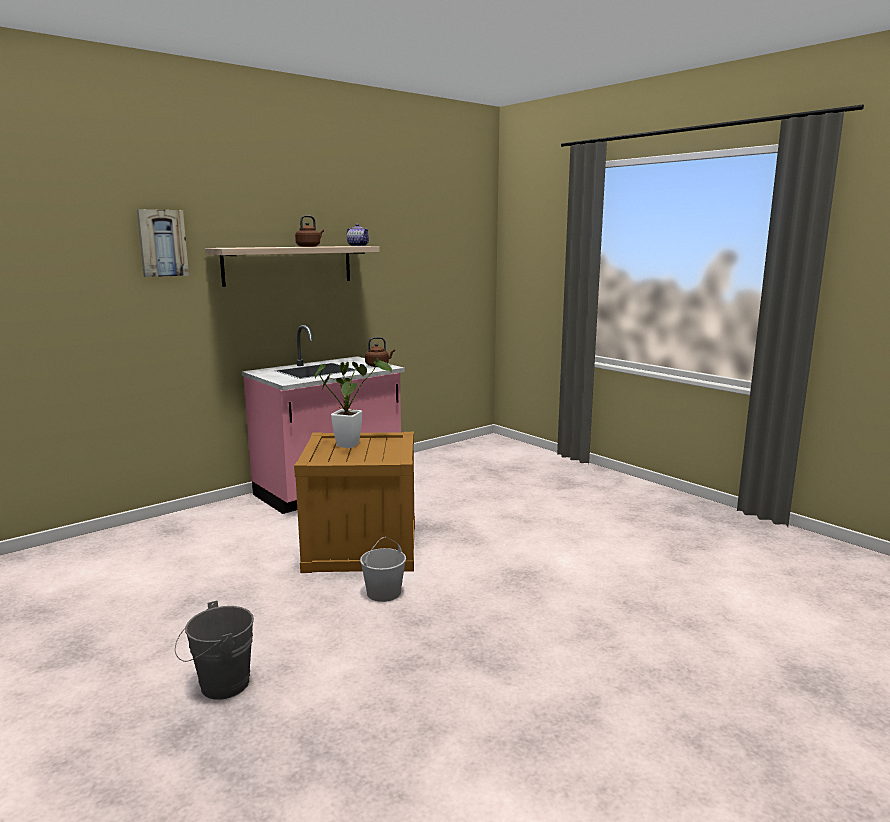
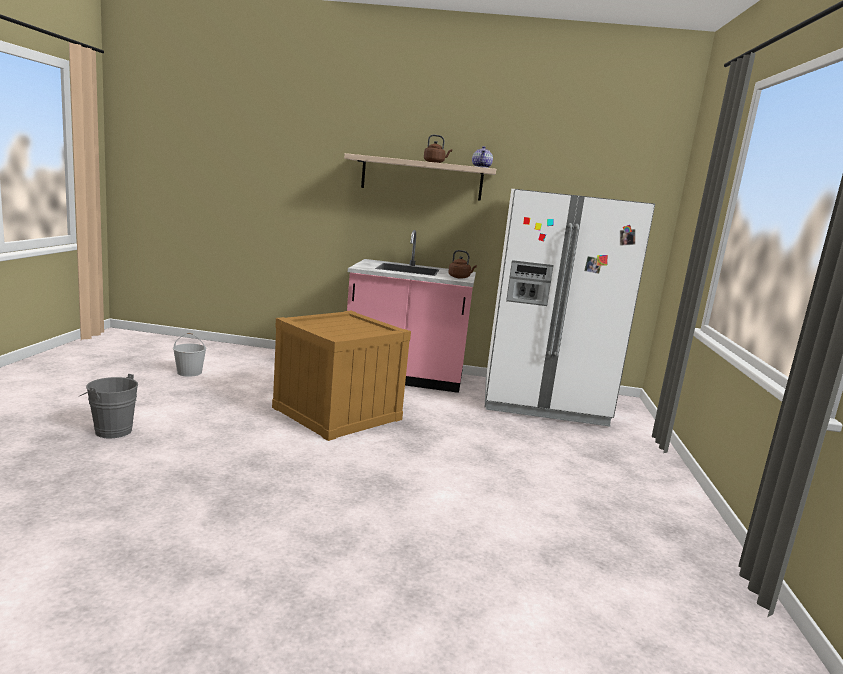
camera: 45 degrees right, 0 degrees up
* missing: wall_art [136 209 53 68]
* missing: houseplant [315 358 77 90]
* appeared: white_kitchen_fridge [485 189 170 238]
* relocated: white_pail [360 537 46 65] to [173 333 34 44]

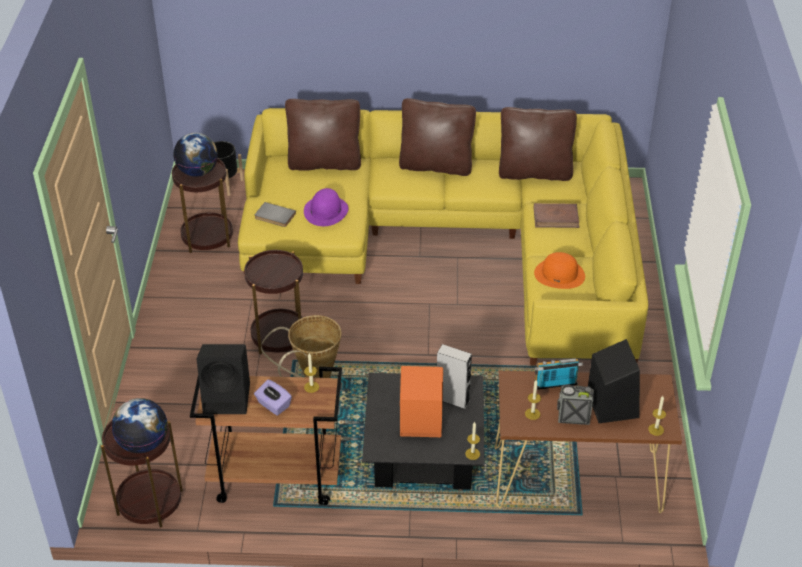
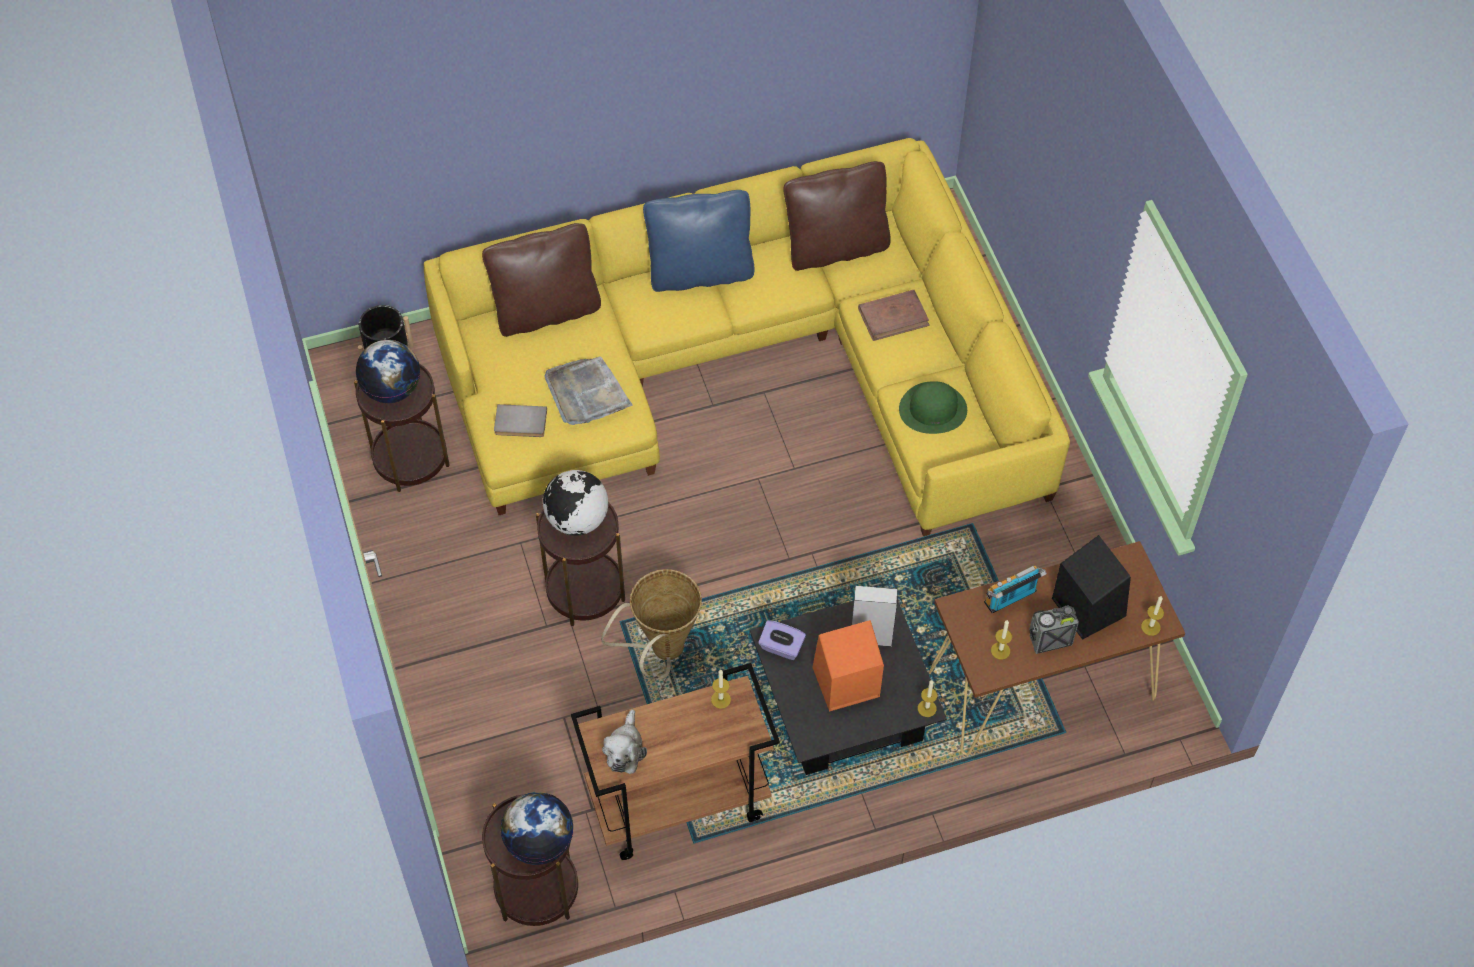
camera: 20 degrees left, 15 degrees up
* appeared: desk_globe [543 470 65 66]
* relocated: purple-coloured_tissue_holder [254 379 38 37] to [758 620 48 40]
* exchanged: blackish_audio_speaker [196 344 54 70] to cuddly_toy [602 709 45 65]
* exchanged: purple-coloured_wearable_hat [304 188 44 38] to gray_tray [544 356 89 69]
* colour: brownish_cushion [399 98 77 78] to bluish_cushion [643 190 111 102]
* colour: orange-coloured_wearable_hat [534 252 51 37] to green_wearable_hat [899 382 68 52]

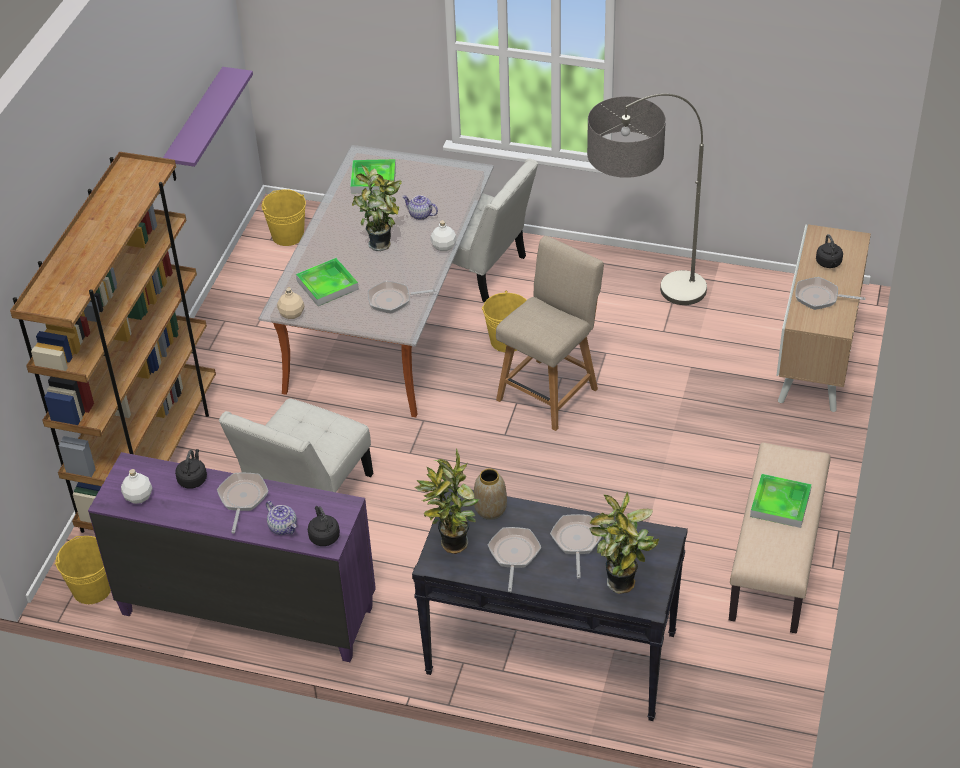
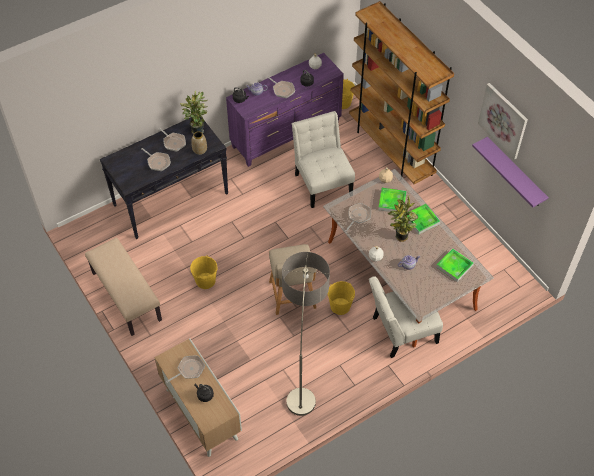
camera: 130 degrees right, 10 degrees up
* missing: houseplant [589 492 70 102]
* appeared: wall_art [478 83 50 77]
* relocated: yellow_pail [262 189 44 57] to [190 255 28 34]
* relocated: tray [750 474 62 54] to [407 204 33 31]

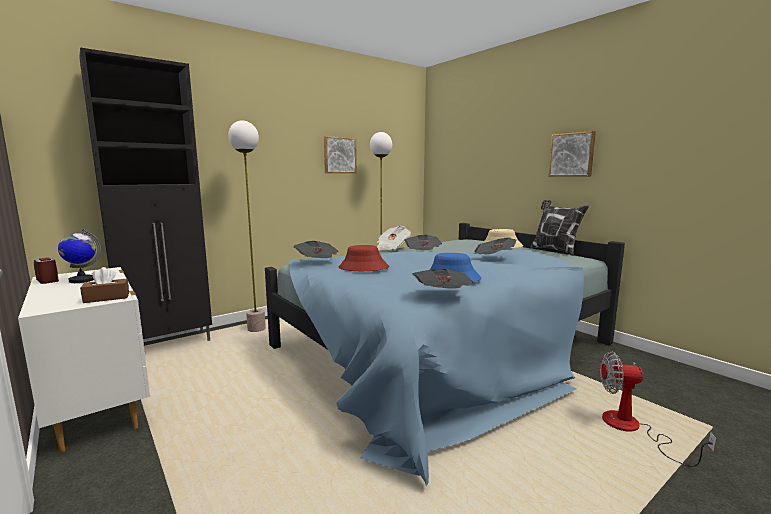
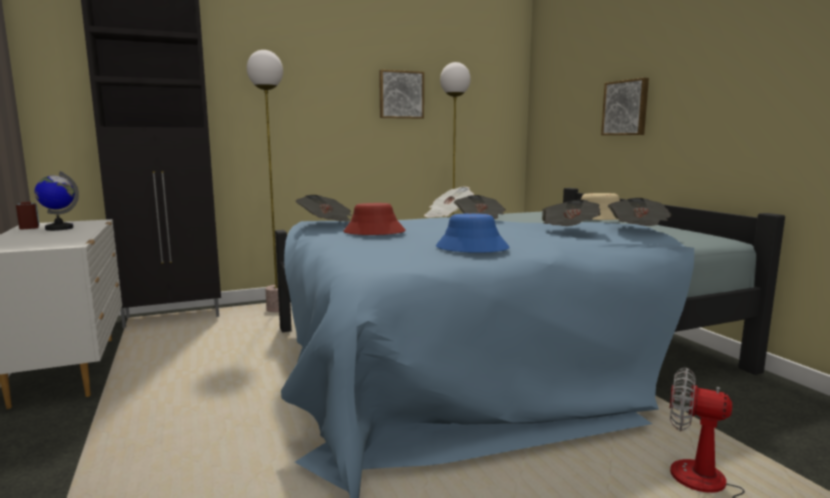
camera: 15 degrees right, 0 degrees up
* missing: brownish_tissue_holder [80 267 49 36]
* missing: cushion [531 200 58 56]
* relocated: printed_paper [412 269 61 20] to [608 198 64 28]
* relocated: wall_art [549 131 47 46] to [601 78 48 57]

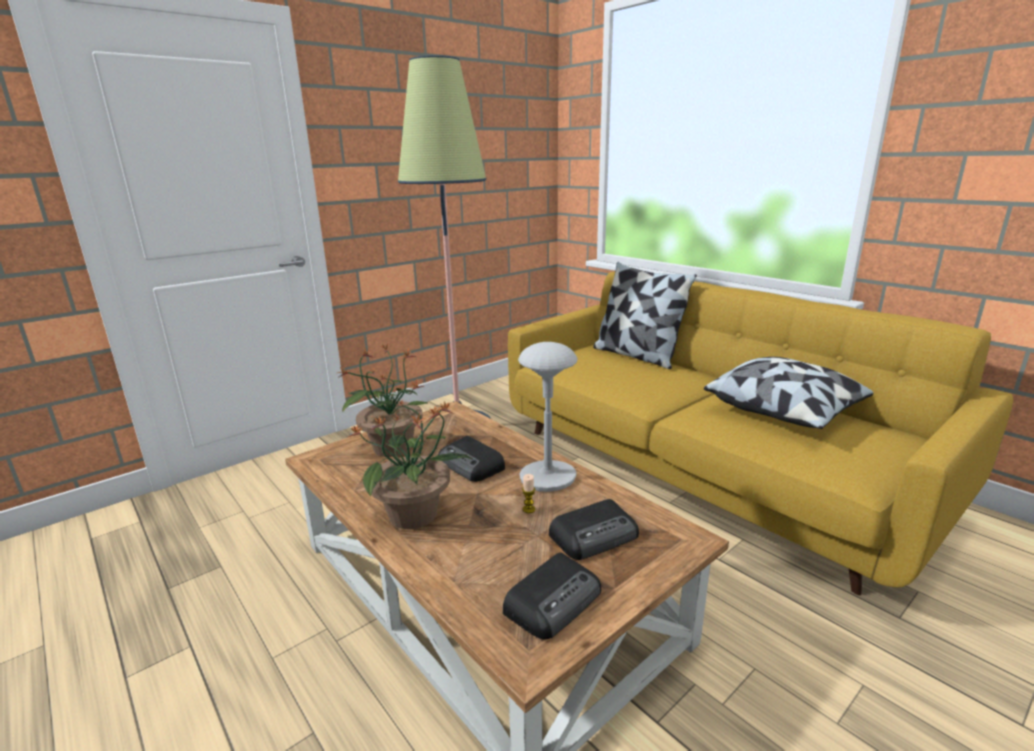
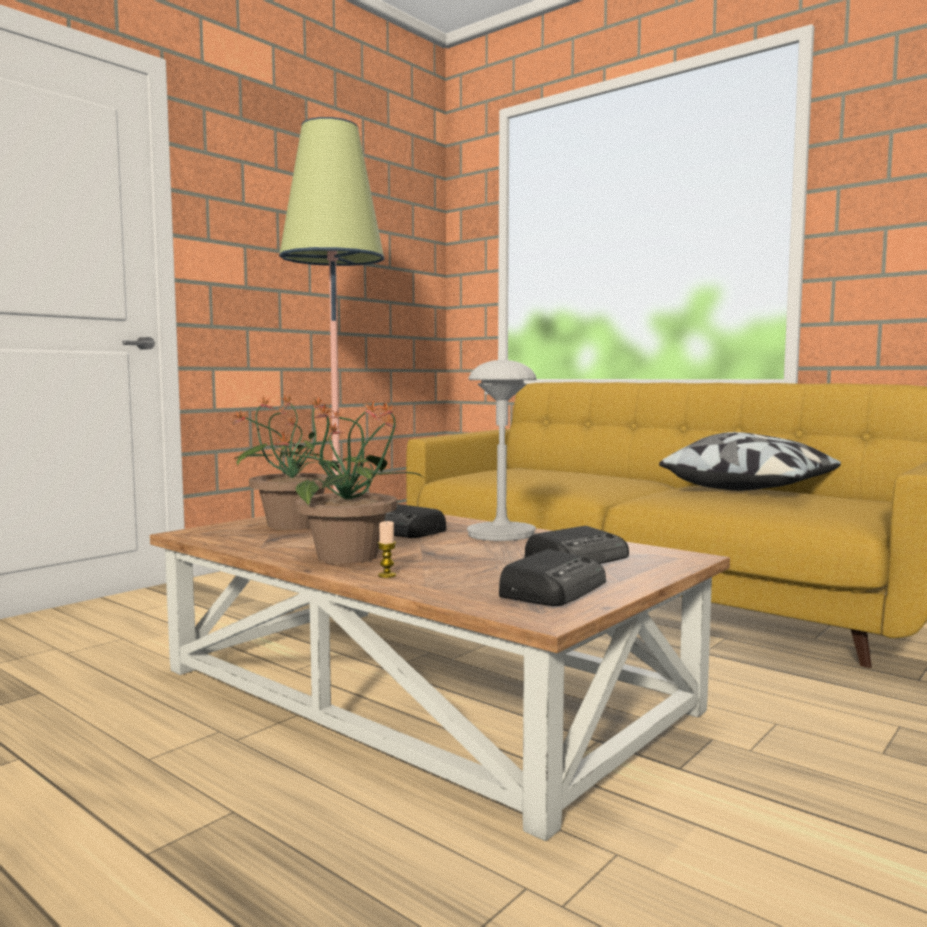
camera: 10 degrees left, 15 degrees down
* missing: cushion [593 262 104 107]
* relocated: candle [522 474 13 39] to [378 521 18 57]

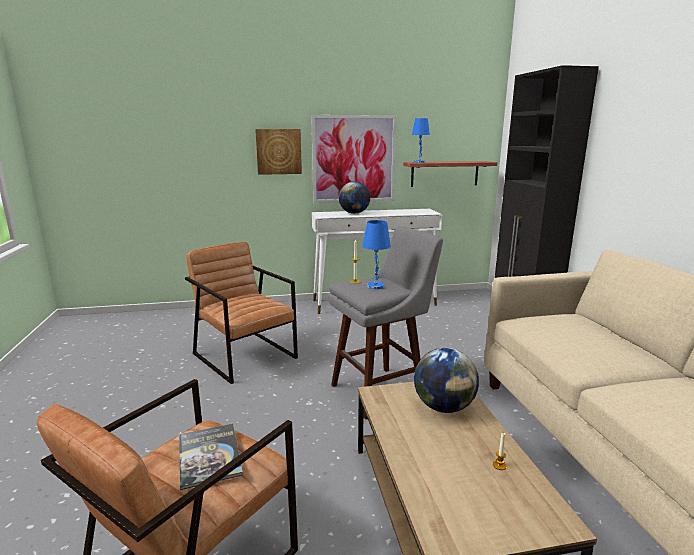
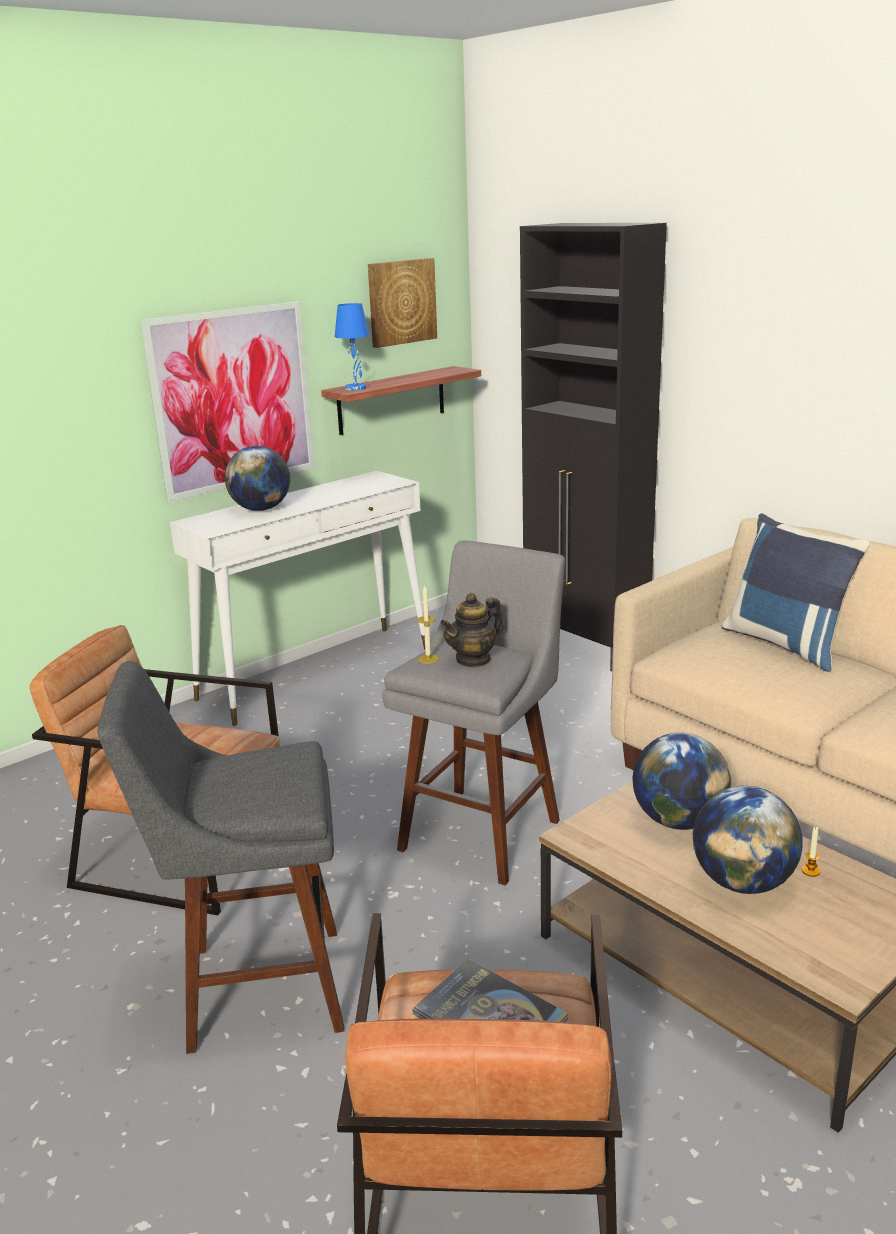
camera: 30 degrees left, 5 degrees up
* appeared: gray_sitting_stool [98 661 246 393]
* appeared: desk_globe [693 786 110 108]
* appeared: bluish_cushion [722 513 148 159]
* relocated: wall_art [255 129 47 46] to [368 258 69 90]
* exchanged: bluish_tabletop_lamp [362 220 29 69] to teapot [440 593 63 75]

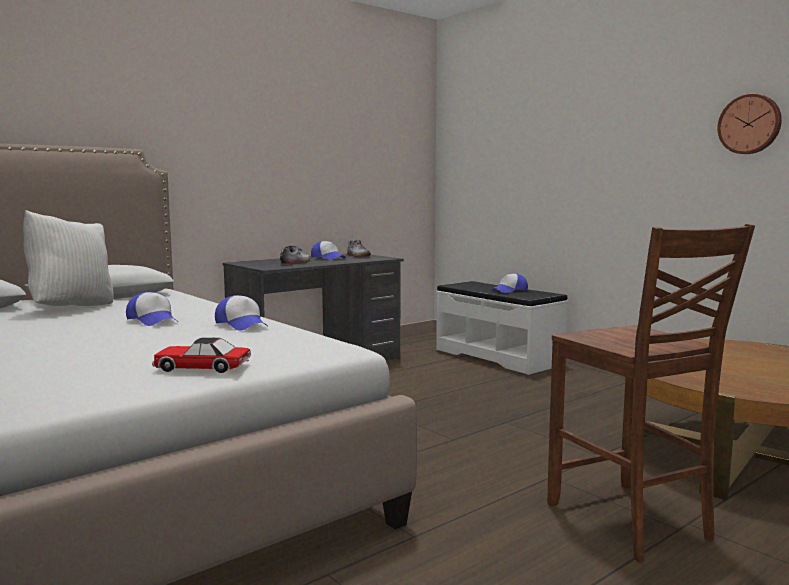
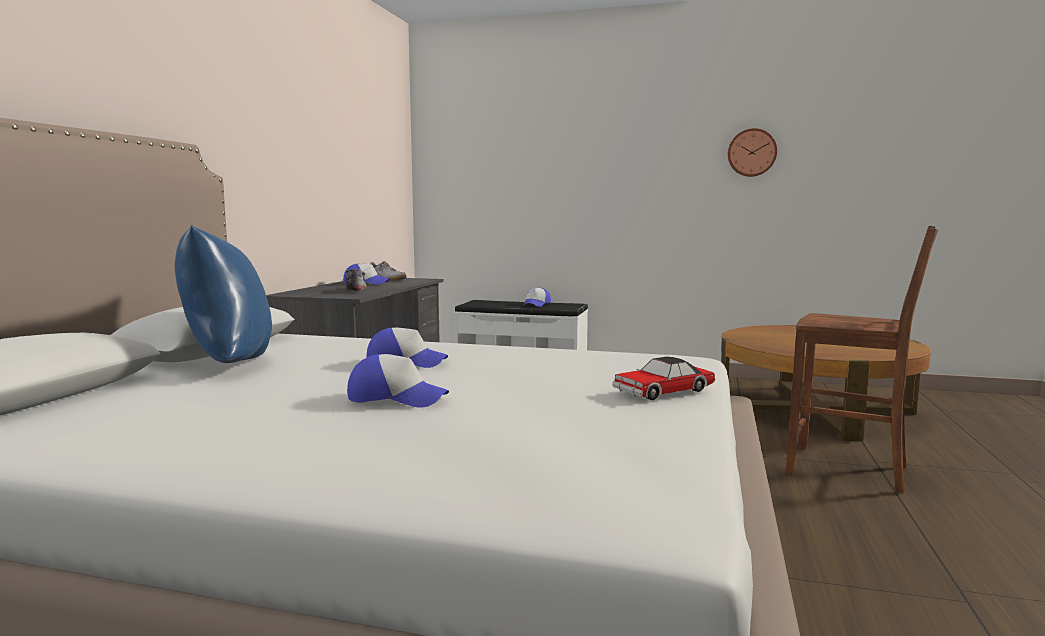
camera: 35 degrees left, 0 degrees up
* relocated: peaked_cap [215 295 53 36] to [347 354 102 54]
* colour: white_cushion [23 210 90 96] to bluish_cushion [175 225 97 138]

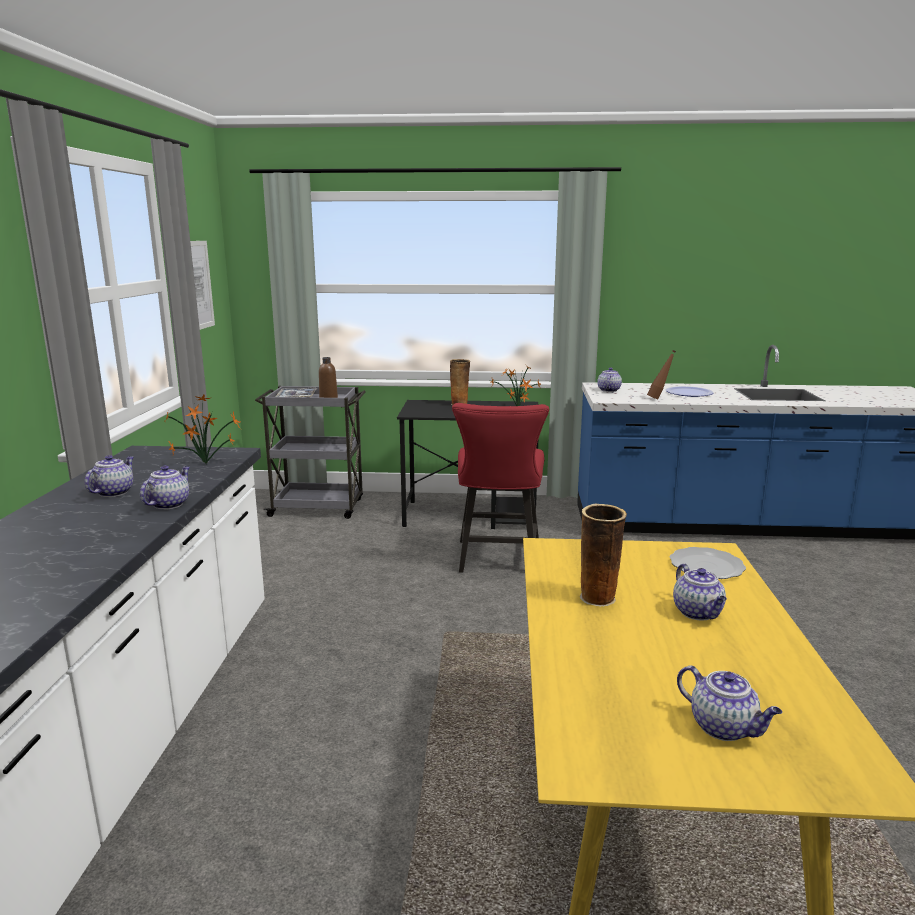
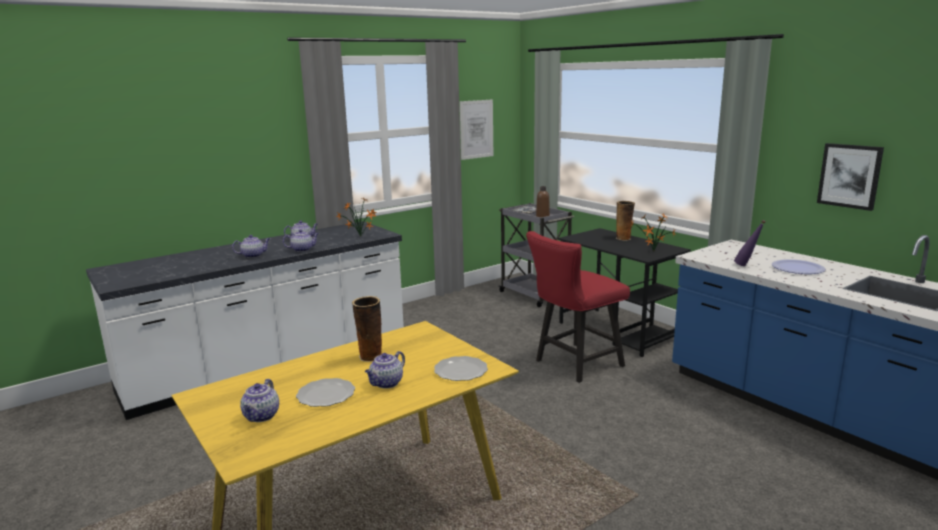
camera: 50 degrees right, 0 degrees up
* appeared: dinner_plate [296 378 59 29]
* appeared: wall_art [817 143 67 68]
* relocated: teapot [597 367 25 25] to [232 235 38 23]
* colour: brownish_beverage_bottle [647 350 29 49] to purple-coloured_beverage_bottle [734 220 32 46]

